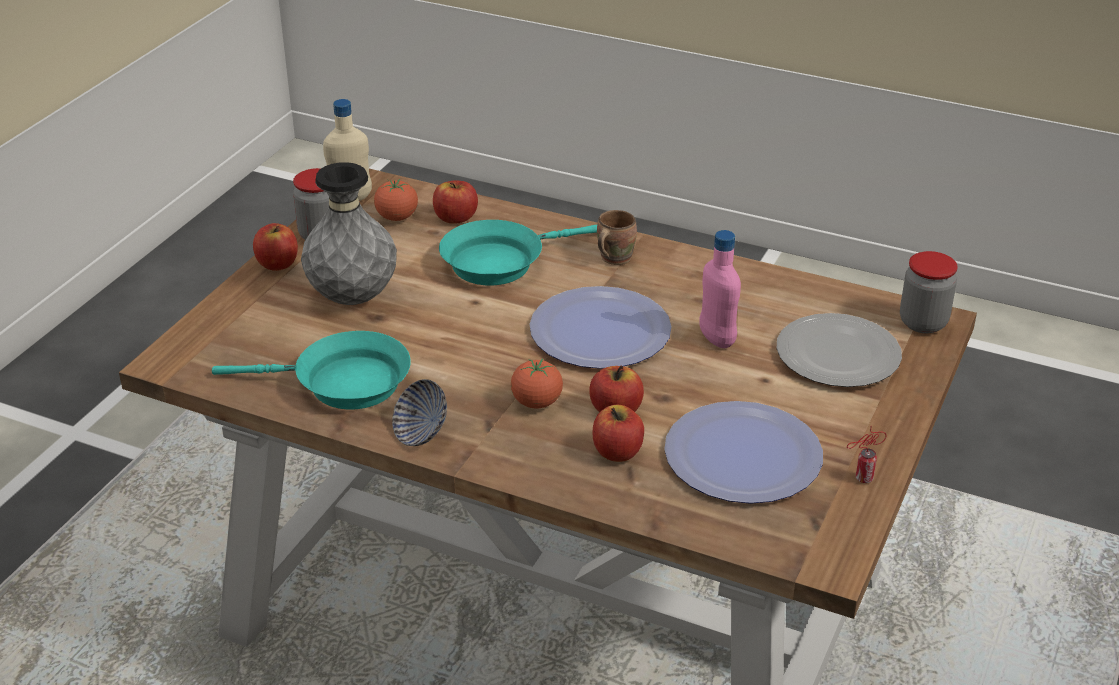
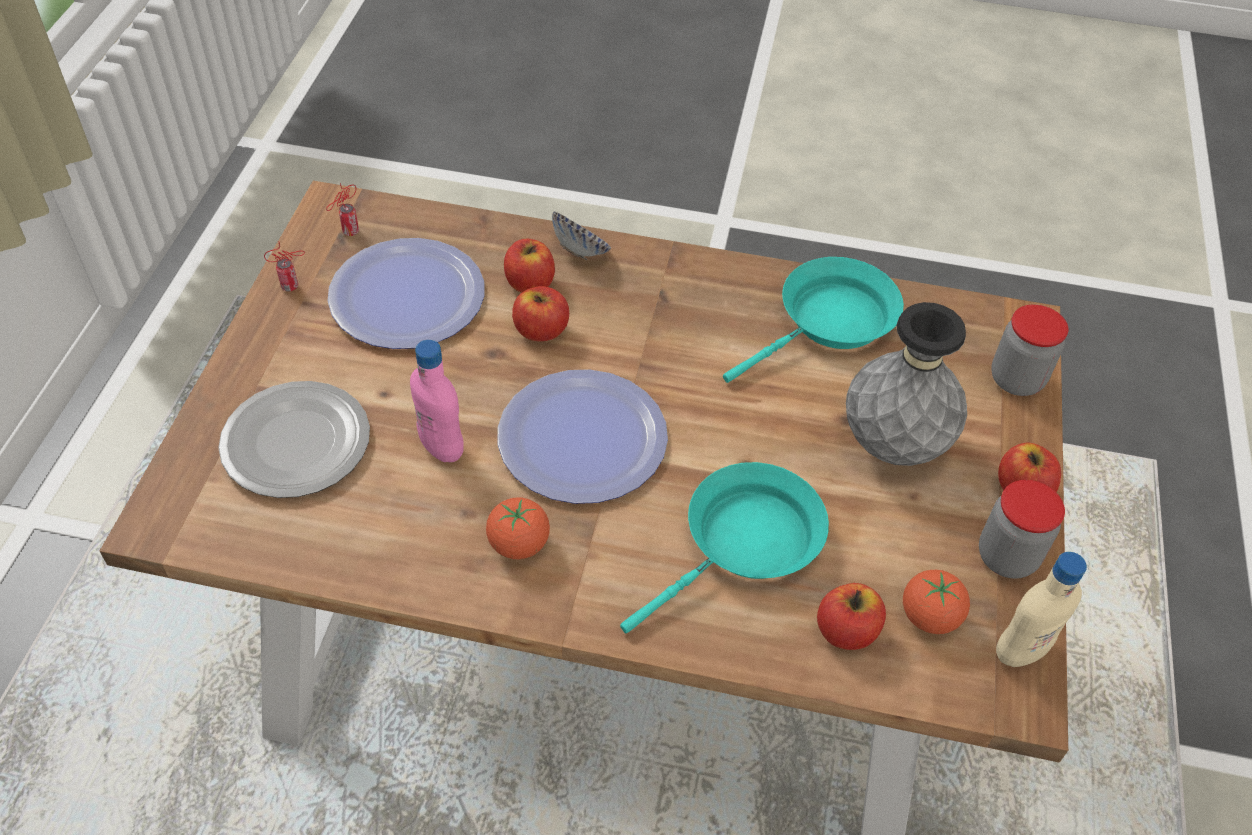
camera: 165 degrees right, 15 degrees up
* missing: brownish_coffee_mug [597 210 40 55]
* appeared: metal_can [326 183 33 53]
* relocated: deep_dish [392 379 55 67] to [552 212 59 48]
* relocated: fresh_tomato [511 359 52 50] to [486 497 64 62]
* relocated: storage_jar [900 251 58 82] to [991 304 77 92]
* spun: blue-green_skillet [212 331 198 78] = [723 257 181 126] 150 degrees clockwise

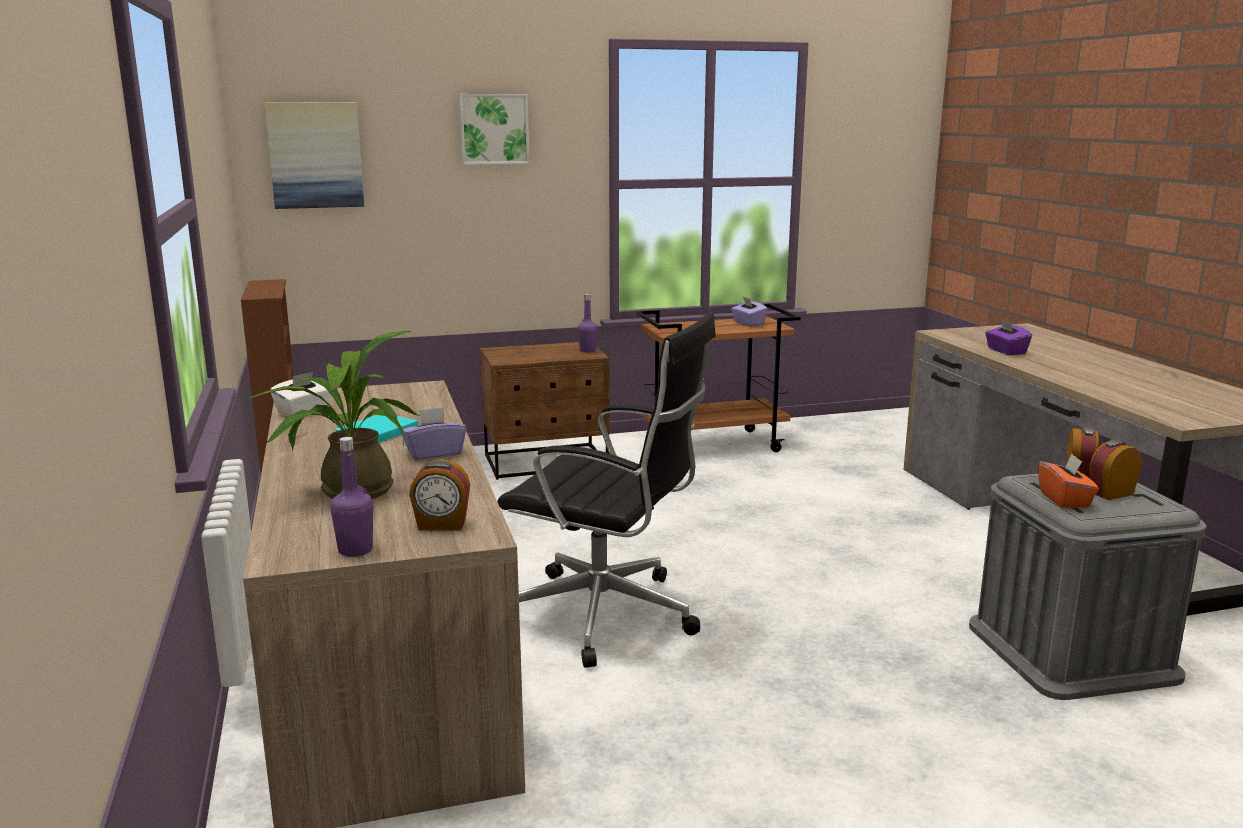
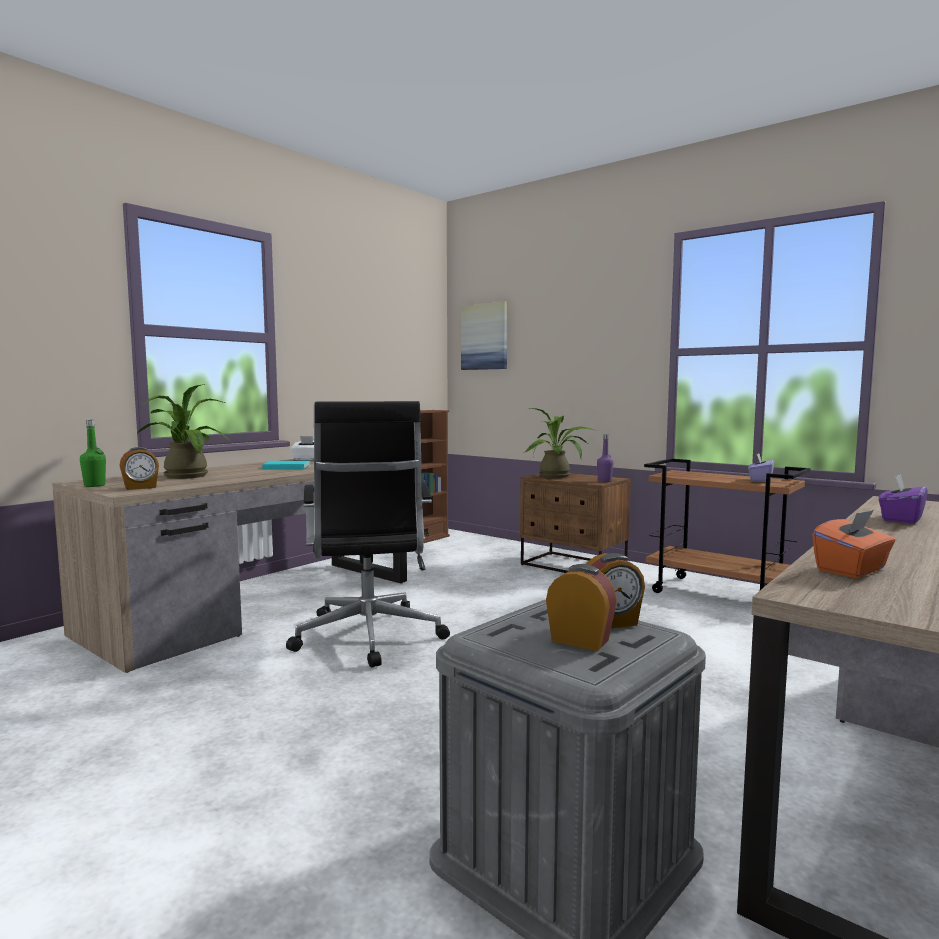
camera: 55 degrees right, 10 degrees down
* missing: purple-coloured_tissue_holder [402 407 64 53]
* missing: wall_art [459 94 70 71]
* appeared: houseplant [525 408 72 70]
* relocated: orange-coloured_tissue_holder [1038 454 61 54] to [812 510 83 68]
* colour: purple-coloured_beverage_bottle [330 437 43 120] to green_beverage_bottle [80 420 26 67]
* spun: bedside_clock [409 459 61 71] = [120 447 39 43] 90 degrees counterclockwise

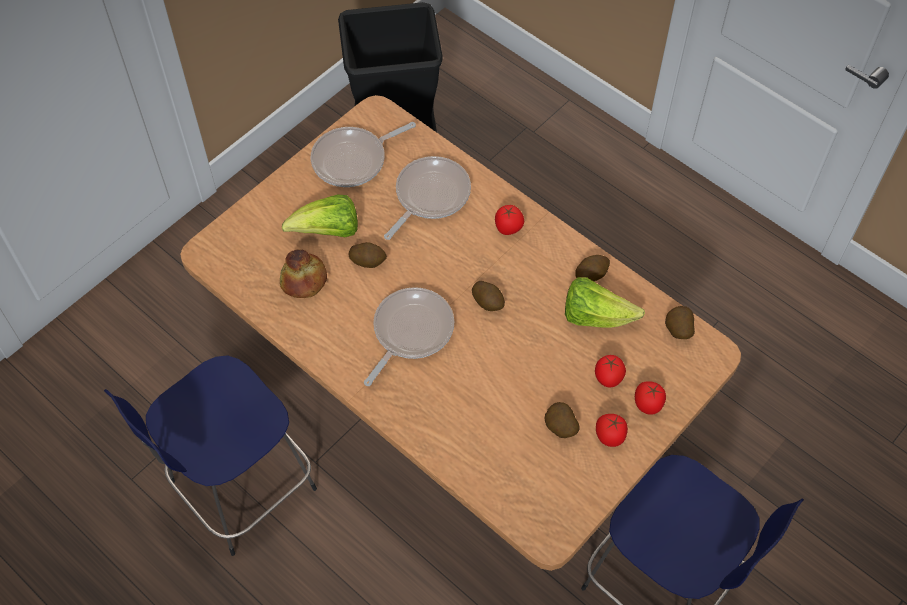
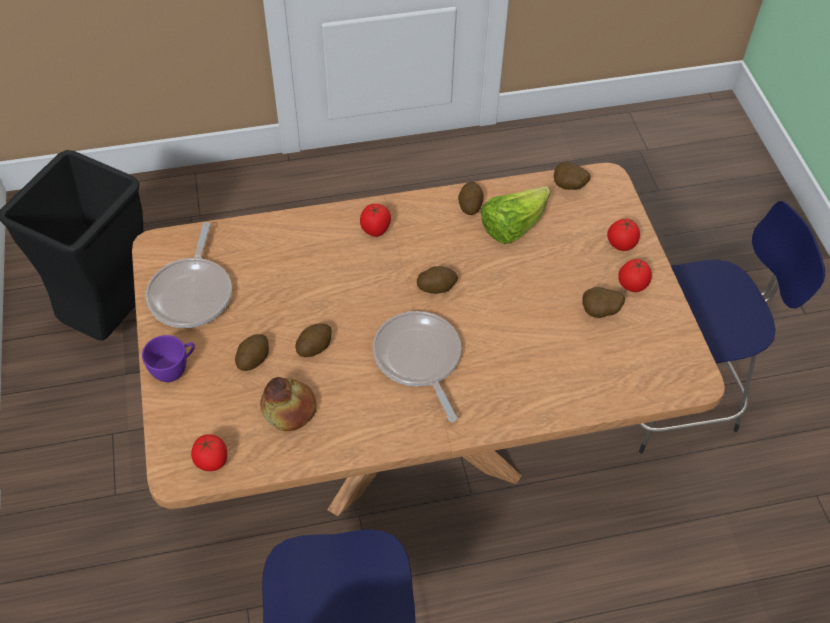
camera: 55 degrees left, 5 degrees down
* missing: skillet [384 156 87 84]
* appeared: purple-coloured_small_cup [142 335 53 47]
* relocated: fresh_tomato [595 355 31 32] to [191 434 36 37]
* exchanged: lettuce [282 195 76 42] to whole_potato [235 334 34 37]

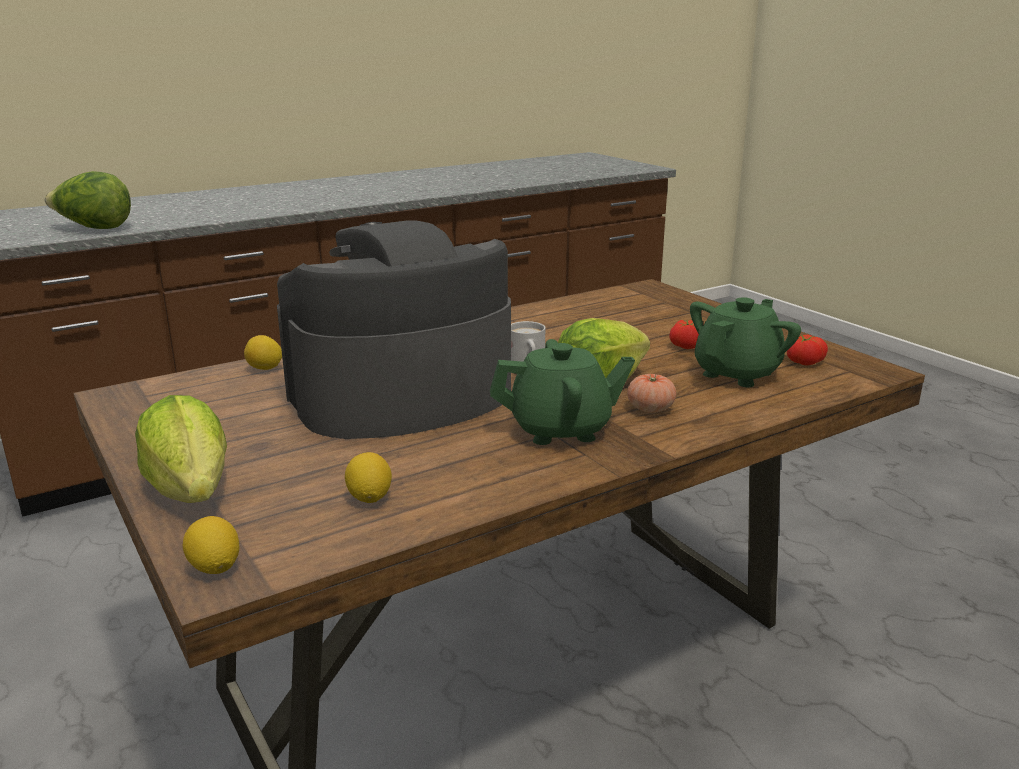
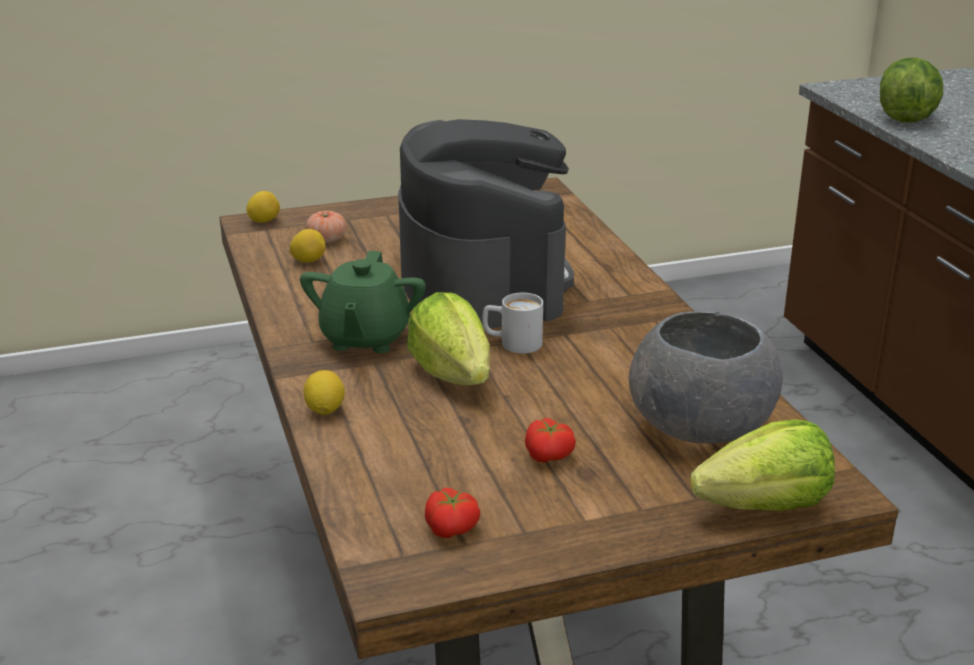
camera: 105 degrees right, 5 degrees up
* missing: green_teapot [690 297 111 90]
* appeared: gray_deep_dish [629 311 154 133]
* relocated: lettuce [135 395 92 108] to [690 419 145 92]
* relocated: whole_lemon [244 335 38 35] to [304 370 41 45]
* relocated: fresh_tomato [627 374 49 39] to [306 211 41 32]

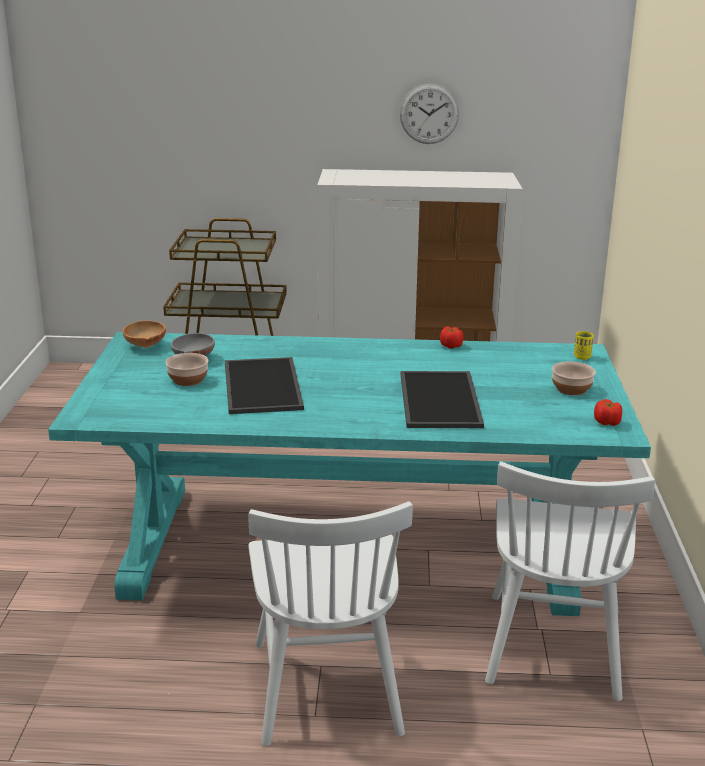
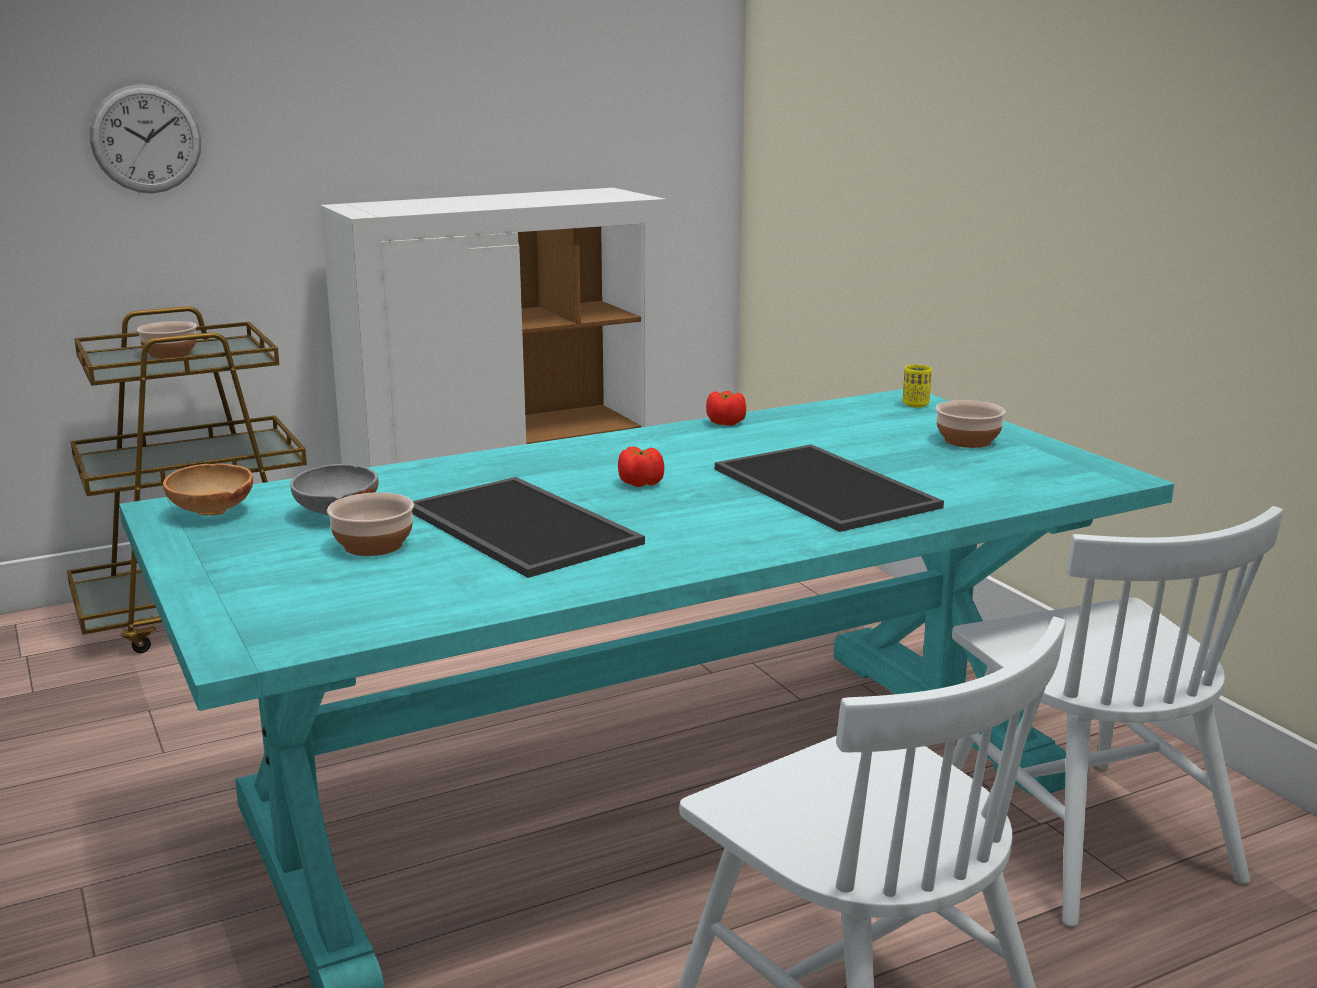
camera: 30 degrees left, 5 degrees down
* appeared: deep_dish [137 321 60 38]
* relocated: clock_on_the_wall [400 84 59 60] to [90 84 111 109]
* relocated: fresh_tomato [594 399 28 27] to [618 446 46 41]

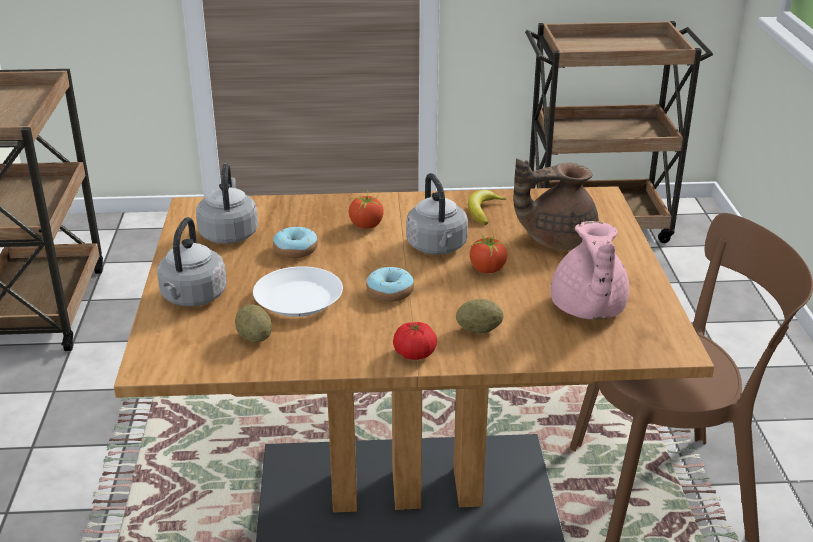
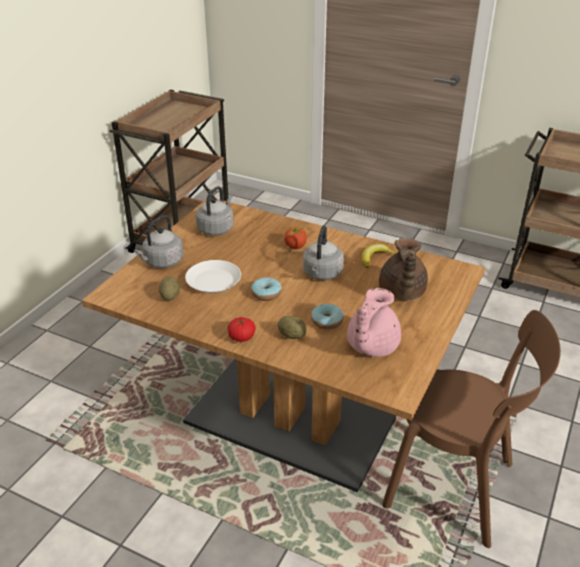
camera: 30 degrees right, 5 degrees up
* missing: fresh_tomato [470 231 38 42]
* relocated: doughnut [273 226 45 32] to [311 304 33 25]
* spun: brownish_teapot [513 158 86 92] = [379 238 49 62] 105 degrees counterclockwise

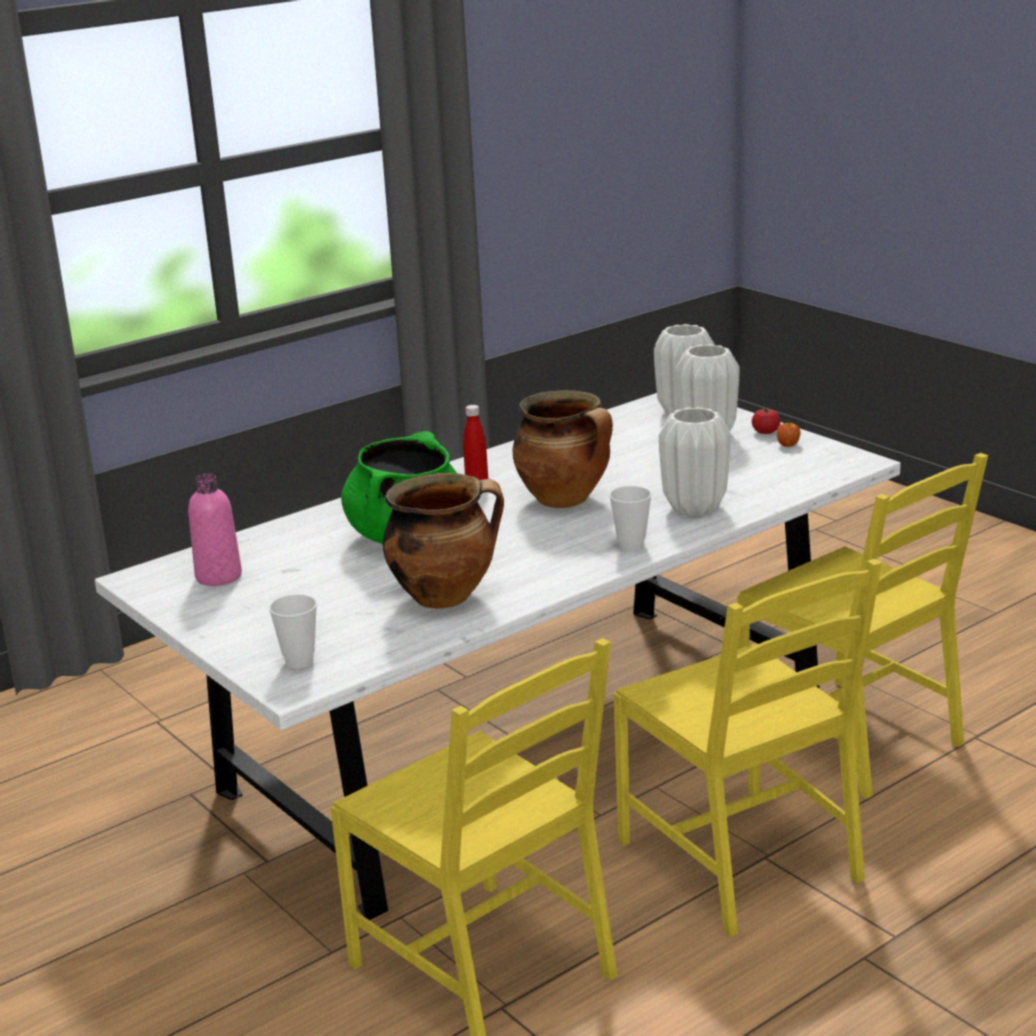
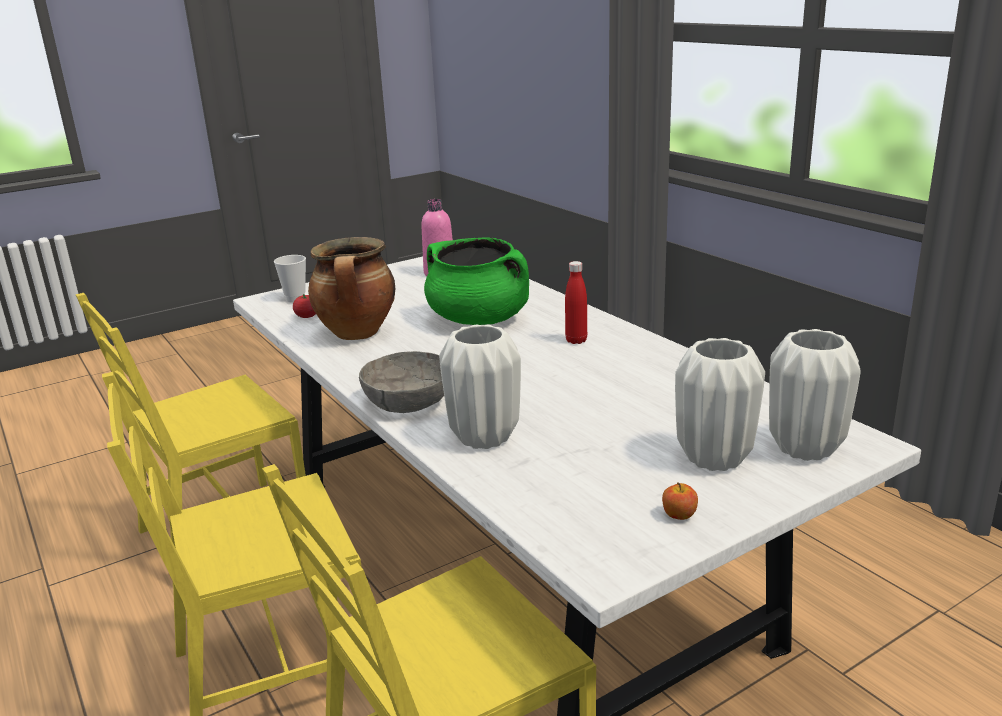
camera: 95 degrees right, 0 degrees up
* missing: cooking_pot [512 390 101 118]
* relocated: fresh_tomato [752 408 29 26] to [293 294 23 24]
* exchanged: small_cup [609 486 43 65] to gray_deep_dish [359 351 85 62]

